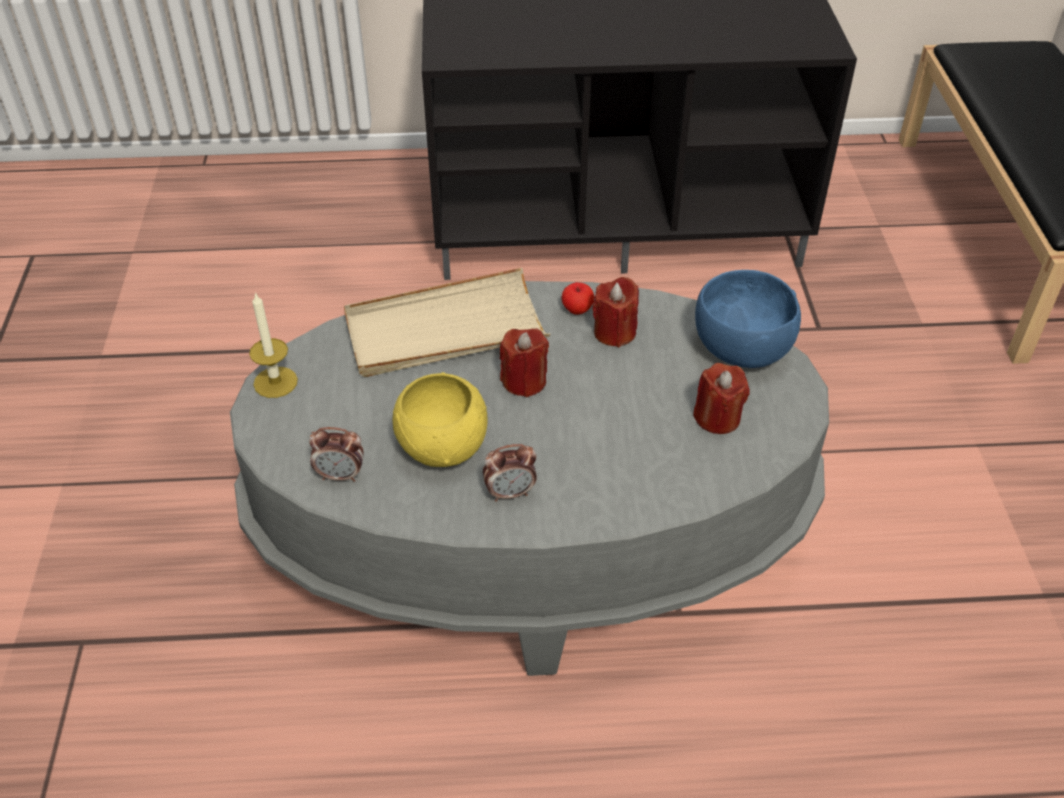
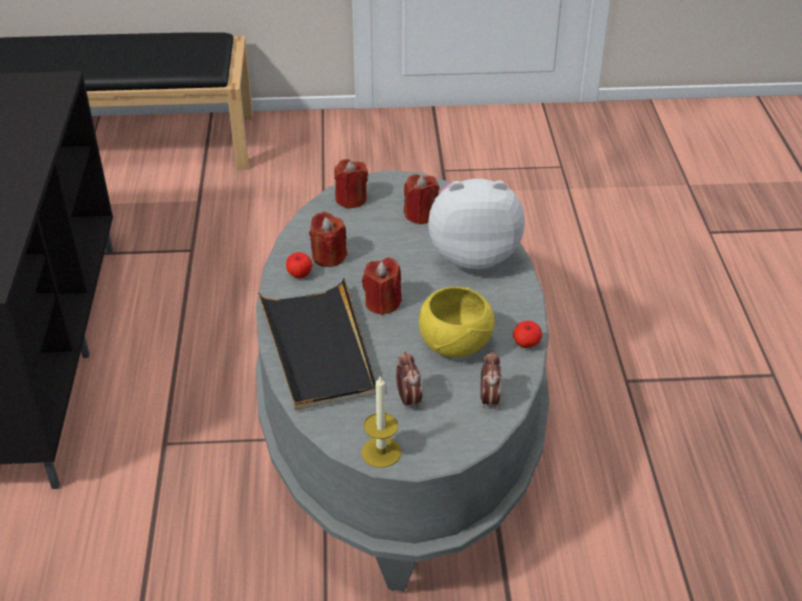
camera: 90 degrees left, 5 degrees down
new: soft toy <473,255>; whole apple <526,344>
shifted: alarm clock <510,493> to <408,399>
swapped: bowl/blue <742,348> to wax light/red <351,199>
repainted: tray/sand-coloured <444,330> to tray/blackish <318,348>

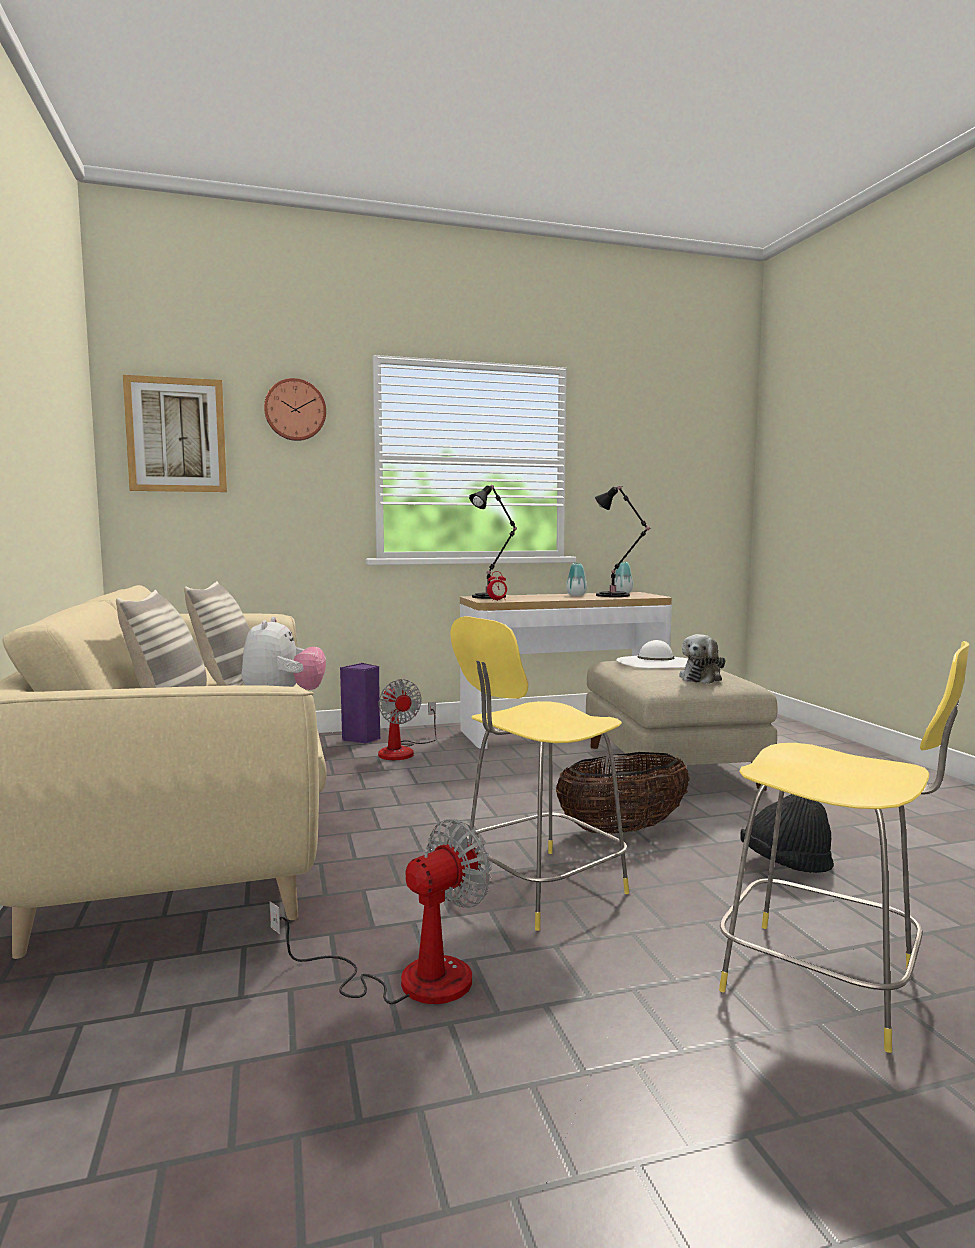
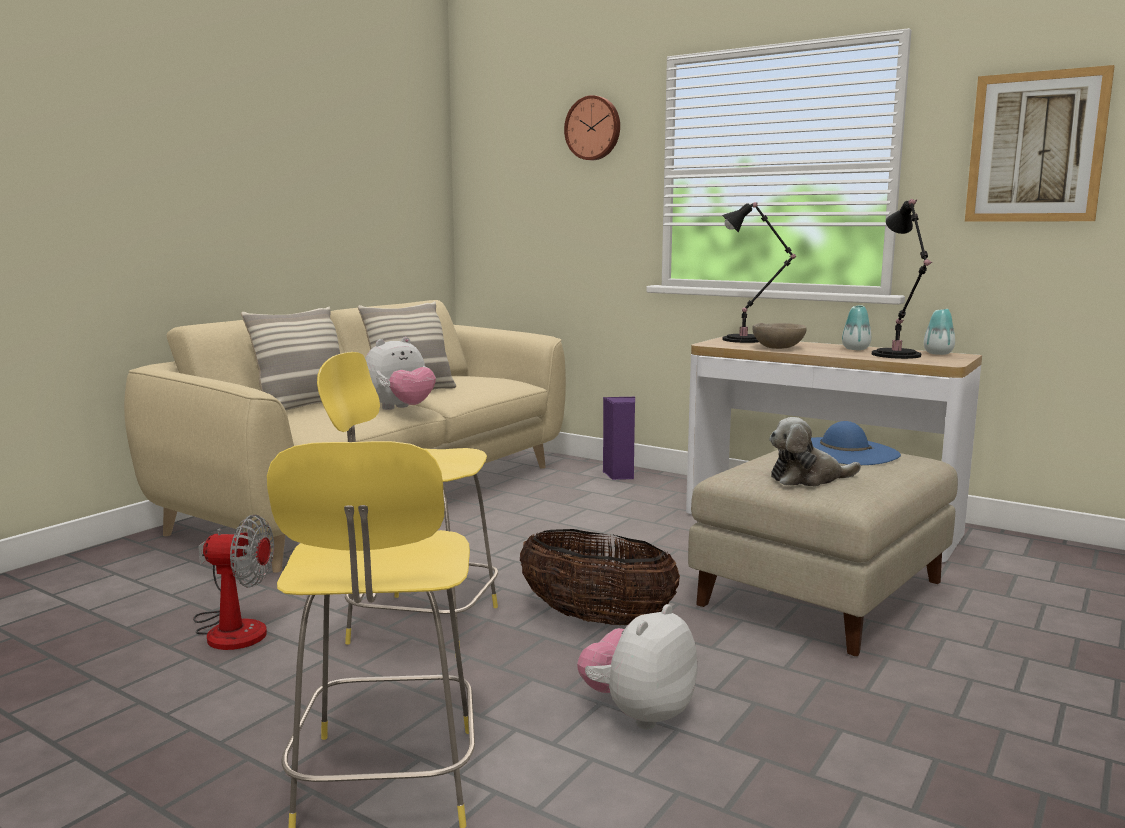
camera: 50 degrees right, 5 degrees up
gone: cooling fan <403,751>; alarm clock <497,600>
new: bowl/sand-coloured <778,348>
shifted: wall picture <176,435> to <1036,147>
swapped: hat/blackish <785,865> to soft toy <638,713>
repainted: hat/whitish <655,662> to hat/blue <843,451>

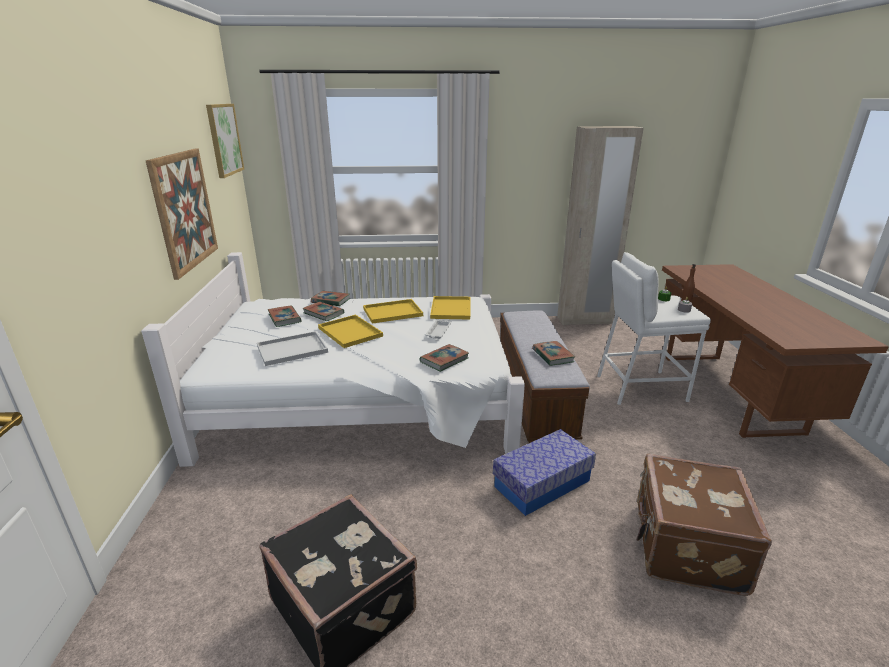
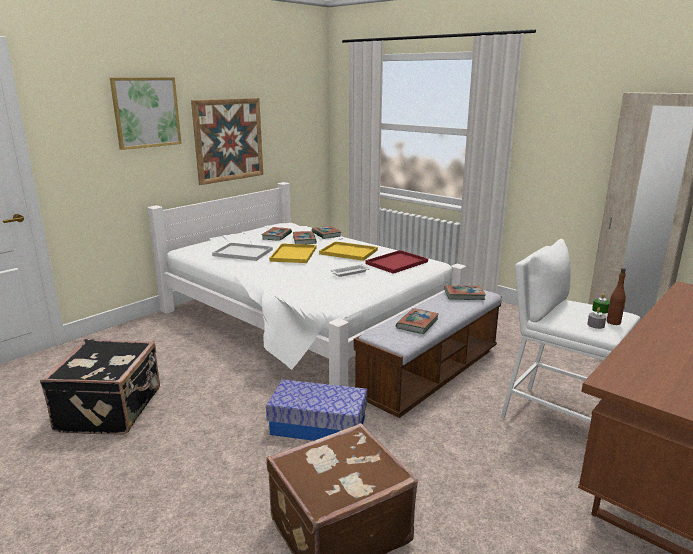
camera: 45 degrees right, 5 degrees down
shifted: wall picture <224,139> to <146,112>; bound book <444,360> to <464,295>
repainted: tray/yellowish <450,308> to tray/red <397,262>

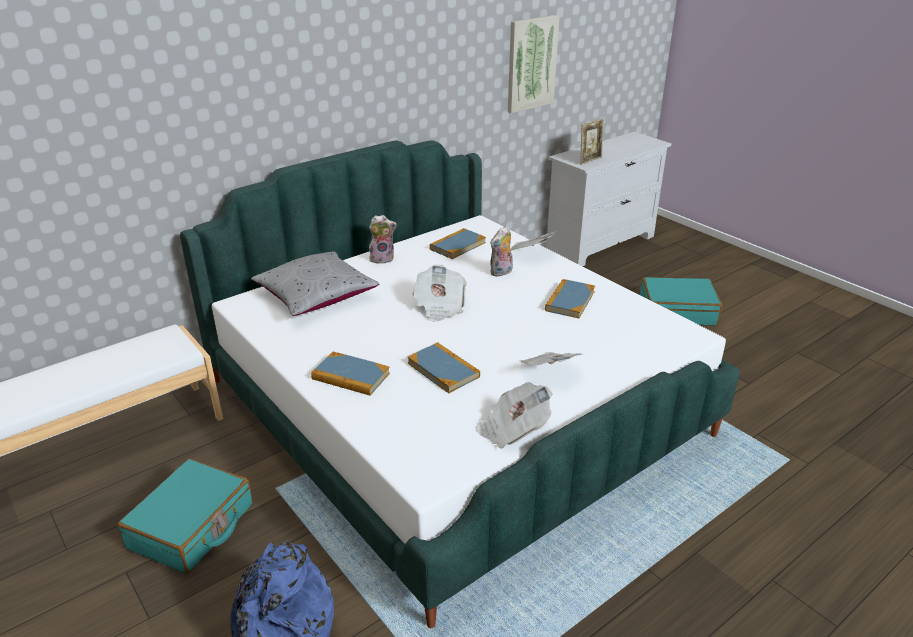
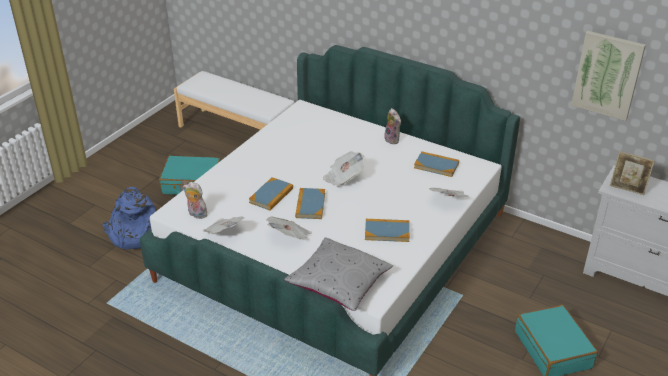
camera: 70 degrees right, 5 degrees up
shifted: throw pillow/greyish <316,296> to <339,283>; bound book <351,376> to <310,205>; soft toy <501,272> to <196,214>

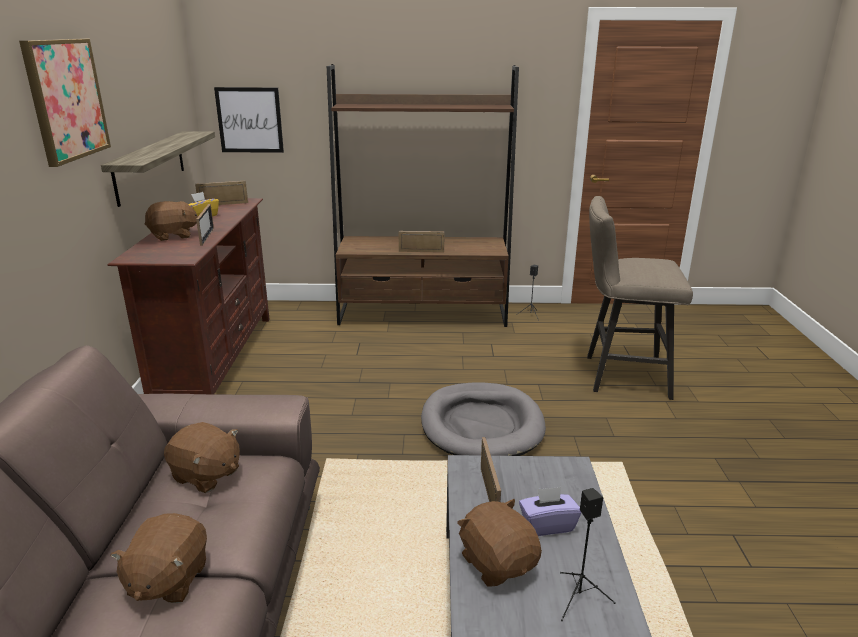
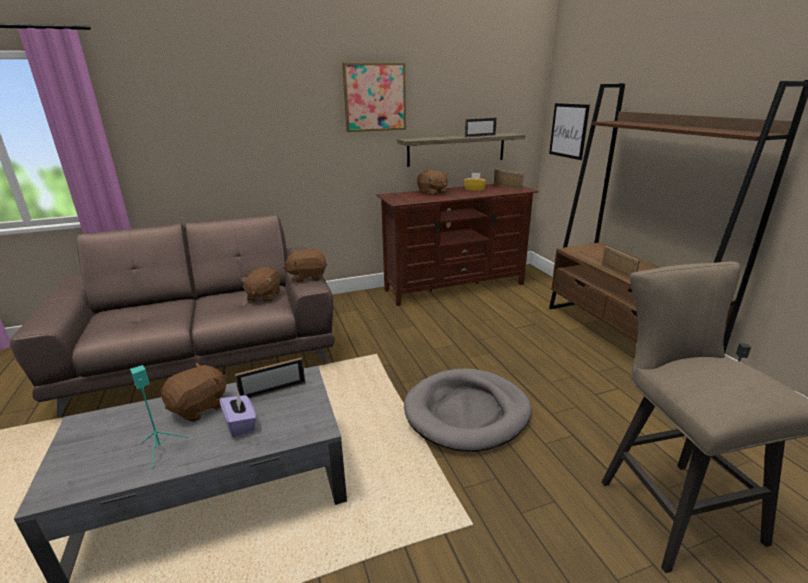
camera: 70 degrees right, 0 degrees up
shifted: soft toy/brown-coloured <168,580> to <307,277>; picture frame <207,237> to <480,136>
repainted: audio speaker/blackish <579,598> to audio speaker/turquoise-coloured <161,450>

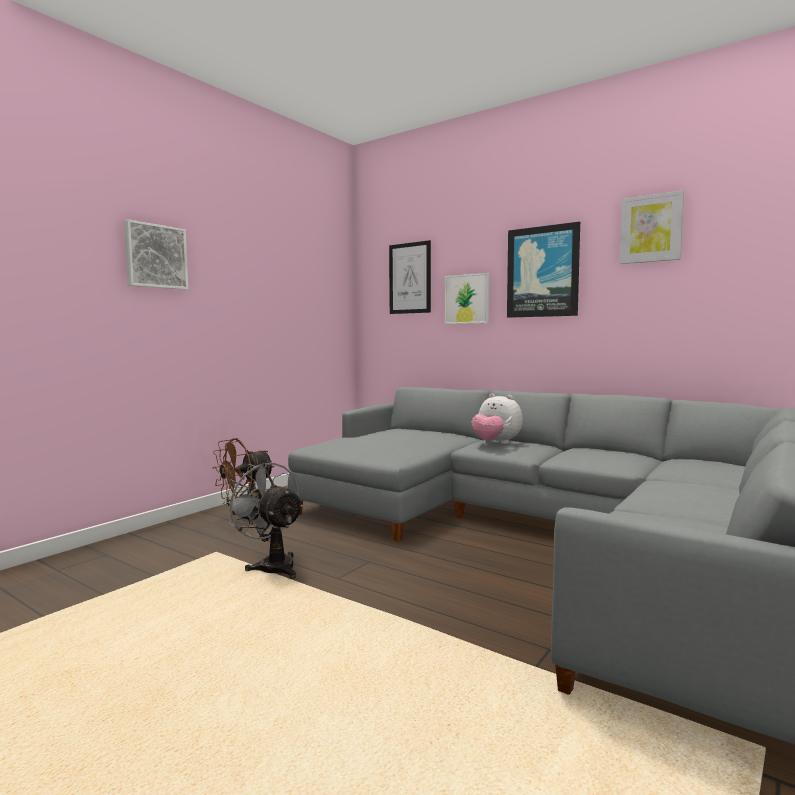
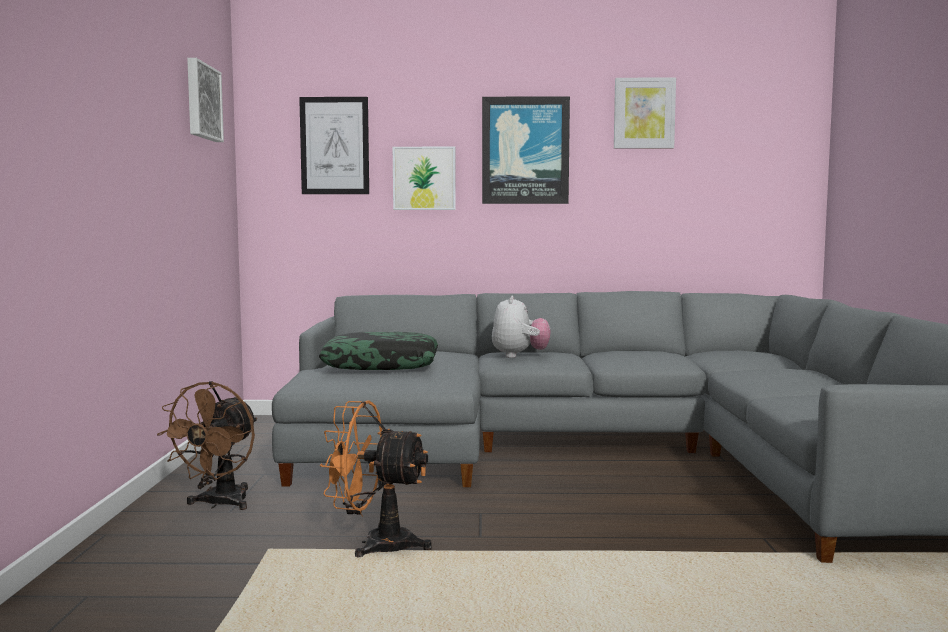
camera: 35 degrees left, 0 degrees up
new: throw pillow <380,365>
shifted: wall picture <155,256> to <202,102>
repainted: cooling fan/greyish <272,565> to cooling fan/orange-coloured <376,544>
rotated: soft toy <496,443> = <519,356> 90 degrees counterclockwise

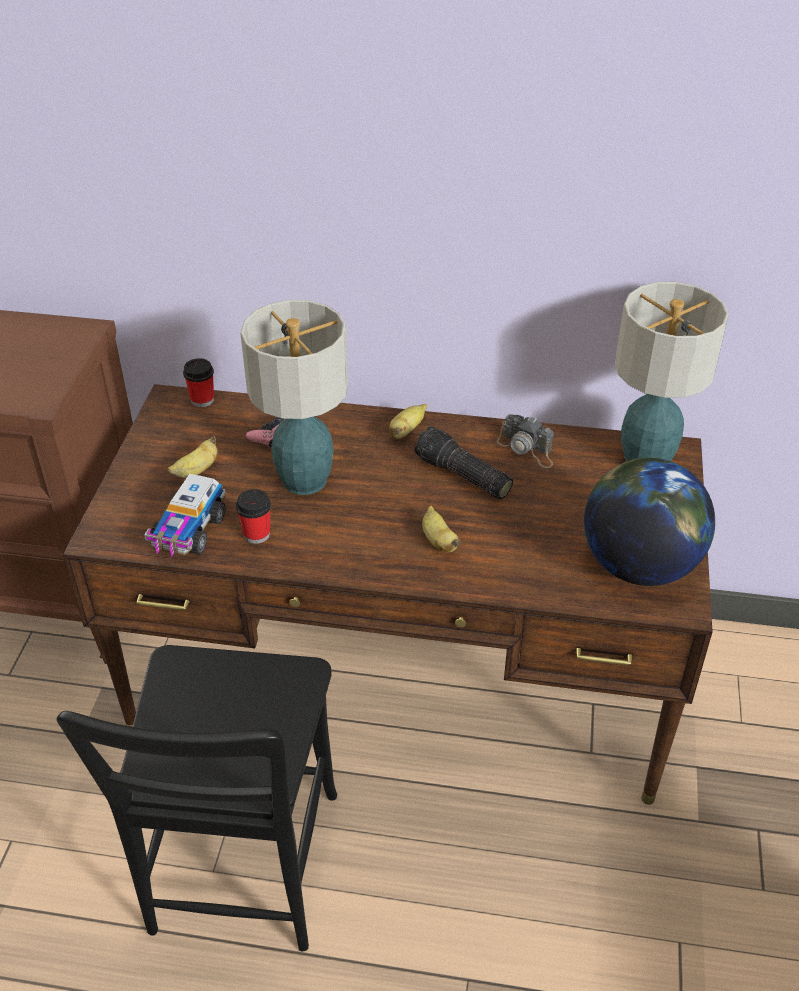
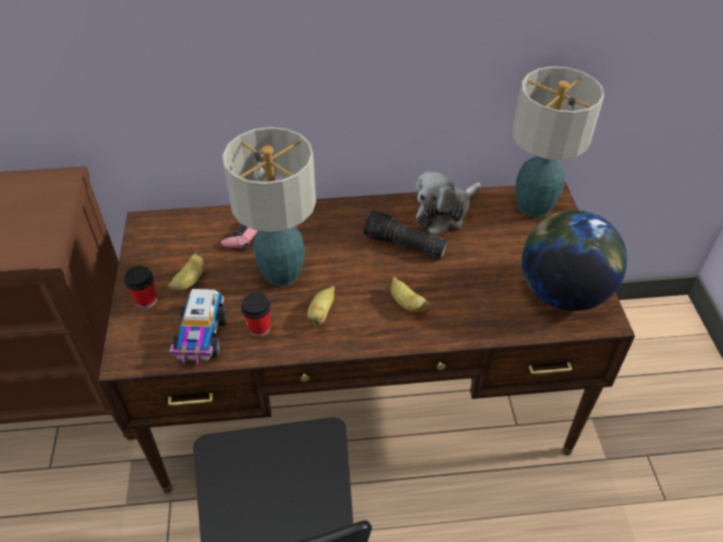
camera: 15 degrees left, 5 degrees up
shifted: small cup <202,400> to <146,300>; banana <407,430> to <321,313>
swapped: still camera <527,449> to soft toy <444,213>

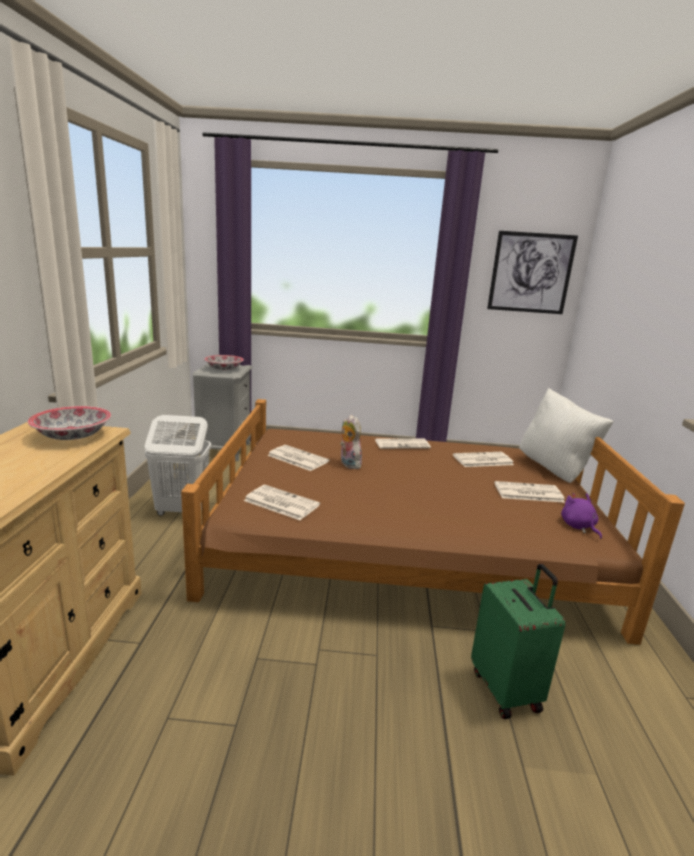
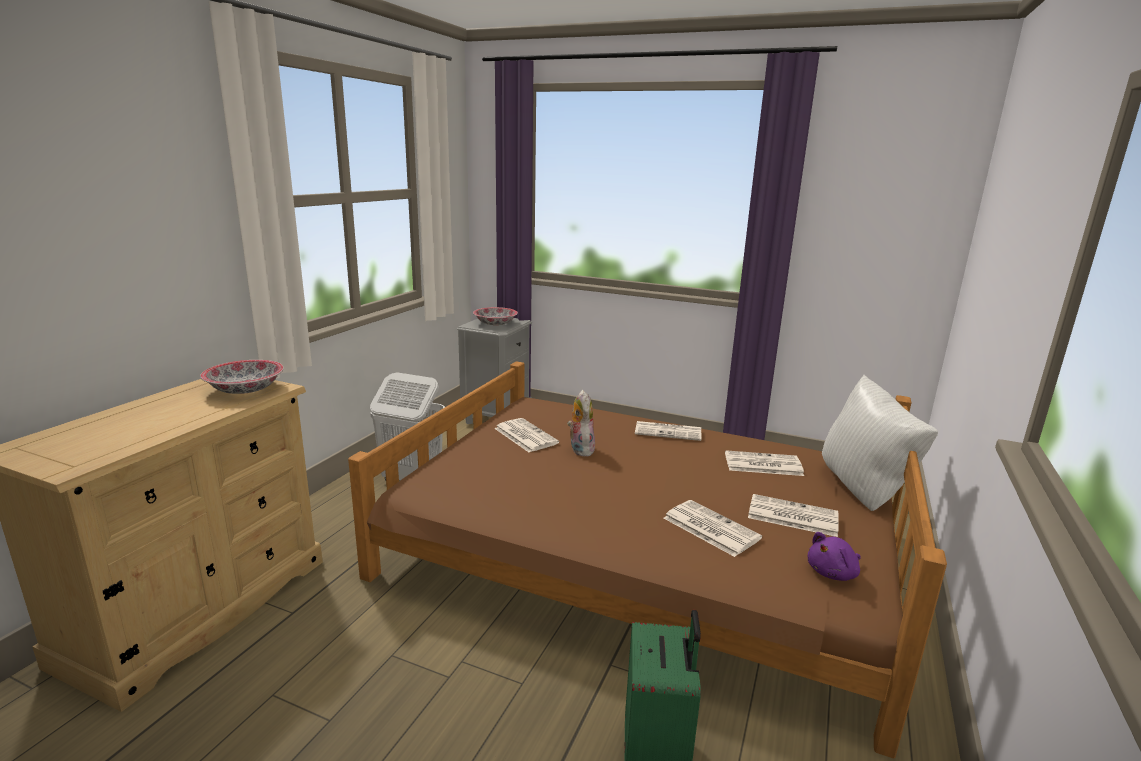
camera: 20 degrees right, 0 degrees up
gone: wall picture <531,273>
shifted: daily paper <280,503> to <709,528>
rotated: soft toy/purple-coloured <578,526> = <833,573> 120 degrees counterclockwise

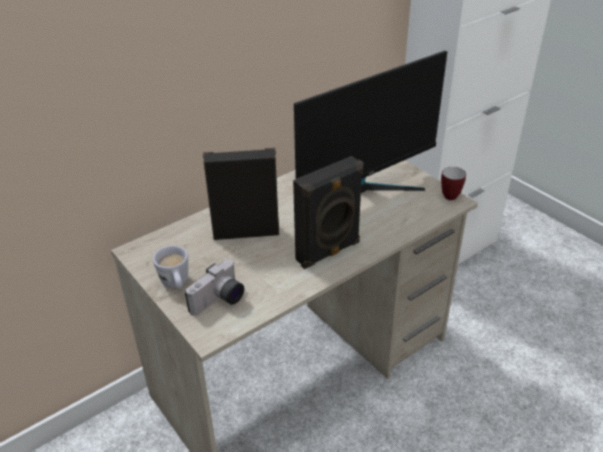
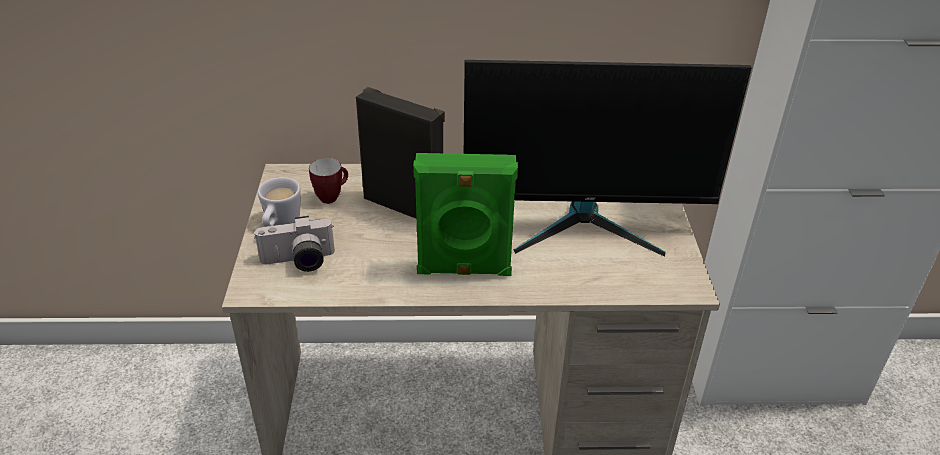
camera: 35 degrees right, 0 degrees up
shifted: coffee mug <449,195> to <332,197>
repainted: audio speaker/blackish <329,252> to audio speaker/green <464,270>

